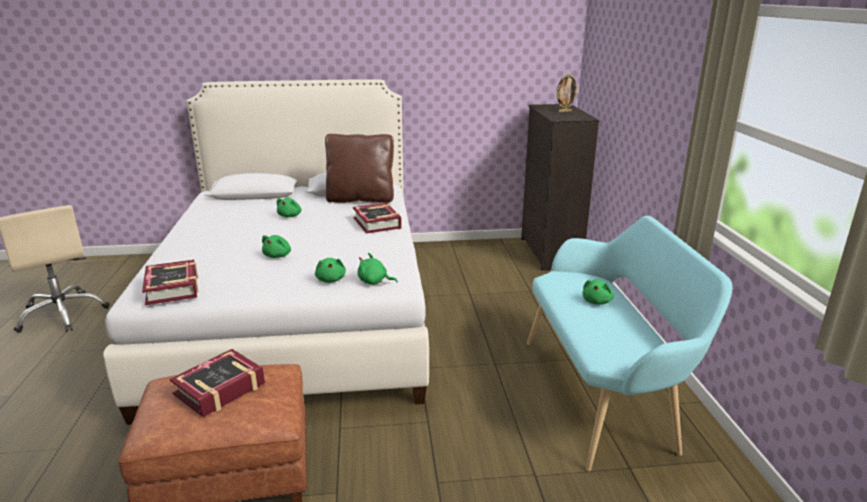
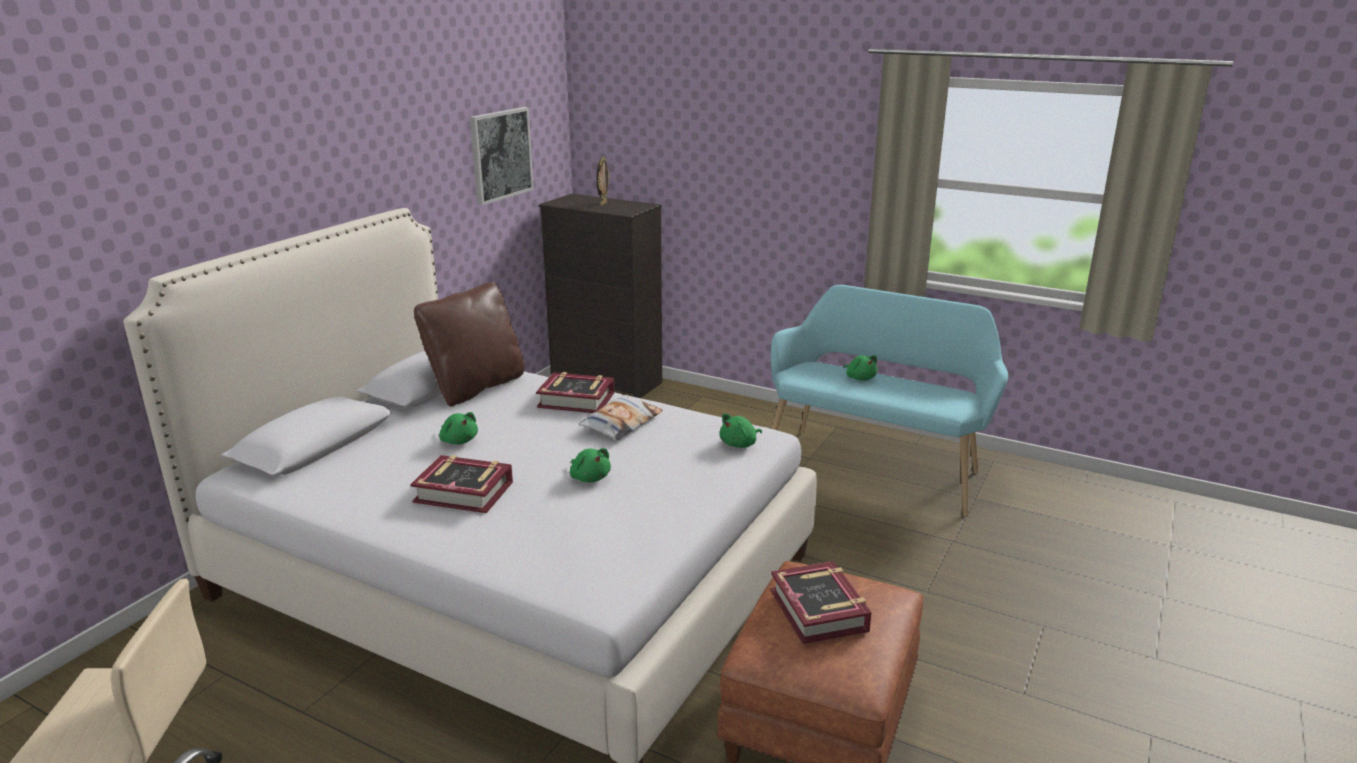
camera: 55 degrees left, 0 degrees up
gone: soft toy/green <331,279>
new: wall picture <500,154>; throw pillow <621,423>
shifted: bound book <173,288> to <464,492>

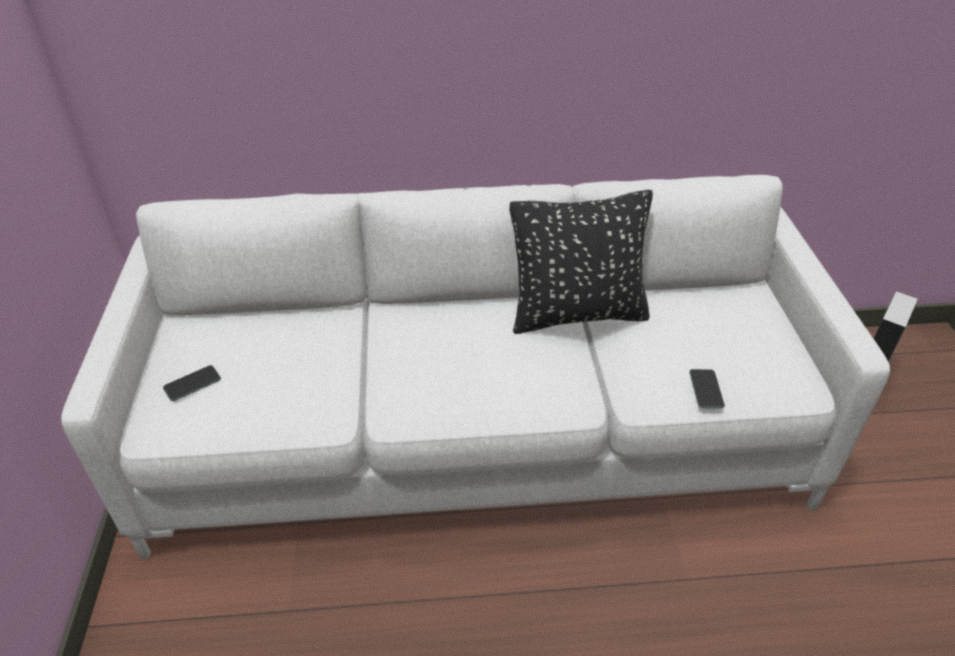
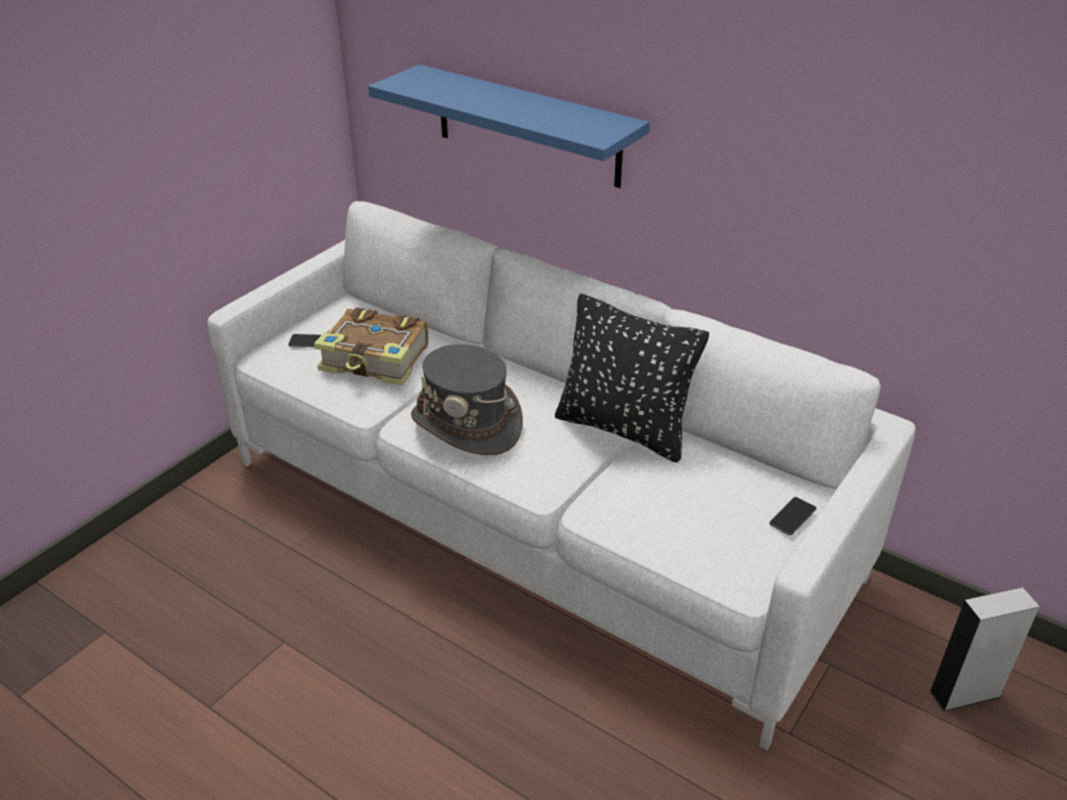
camera: 40 degrees right, 5 degrees down
new: bound book <376,360>; wall shelf/blue <527,126>; hat/greyish <467,424>
shifted: phone <706,389> to <792,516>

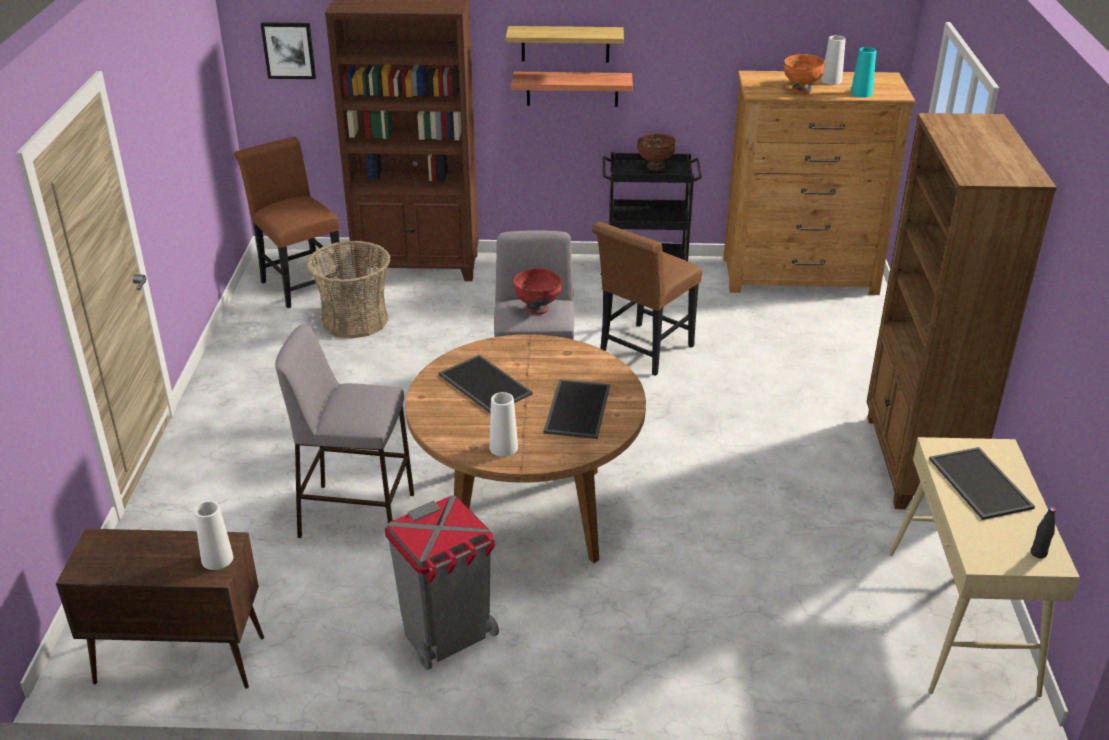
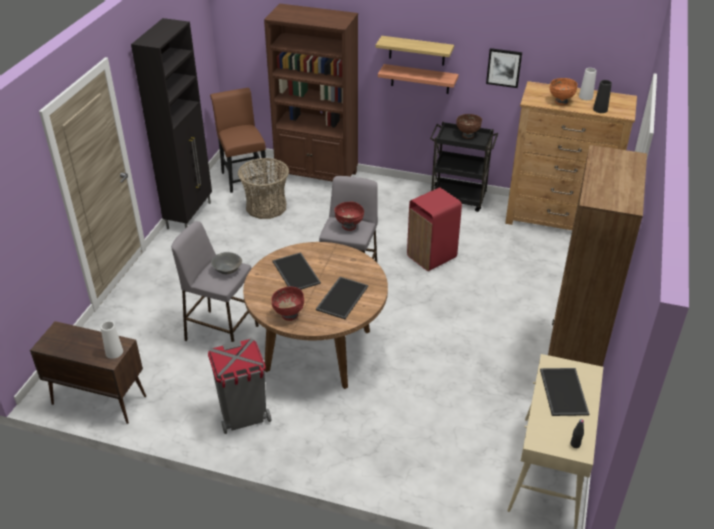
camera: 15 degrees right, 5 degrees up
new: cabinet/blackish <190,215>; bowl/greyish <227,270>
shifted: wall picture <289,50> to <504,67>
swapped: decorative vase/whitish <503,447> to bowl/red <289,315>; chair/brown-coloured <642,352> to rubbish bin/red <431,256>
repainted: decorative vase/turquoise-coloured <861,93> to decorative vase/blackish <600,109>

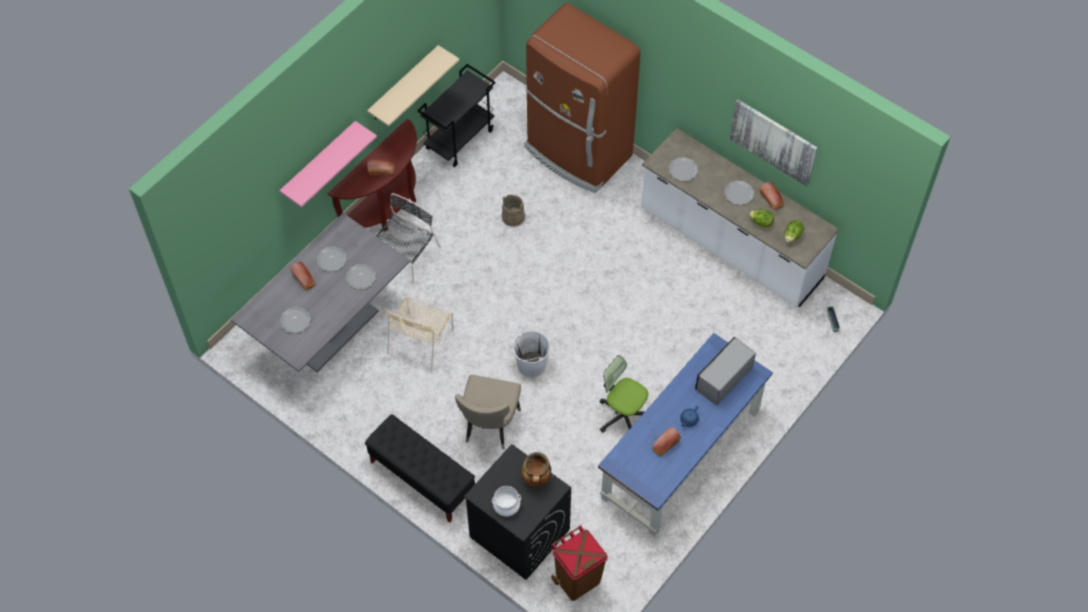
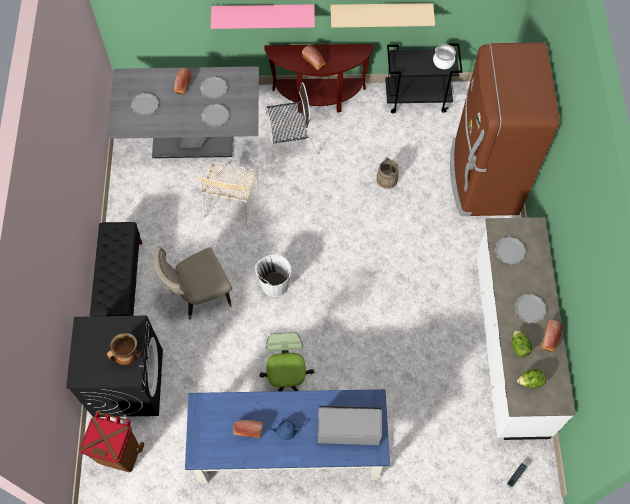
camera: 50 degrees right, 5 degrees up
gone: wall picture <773,141>
shifted: saucepot <506,505> to <443,62>
rotated: chair/sand-coloured <421,341> = <231,200> 60 degrees counterclockwise

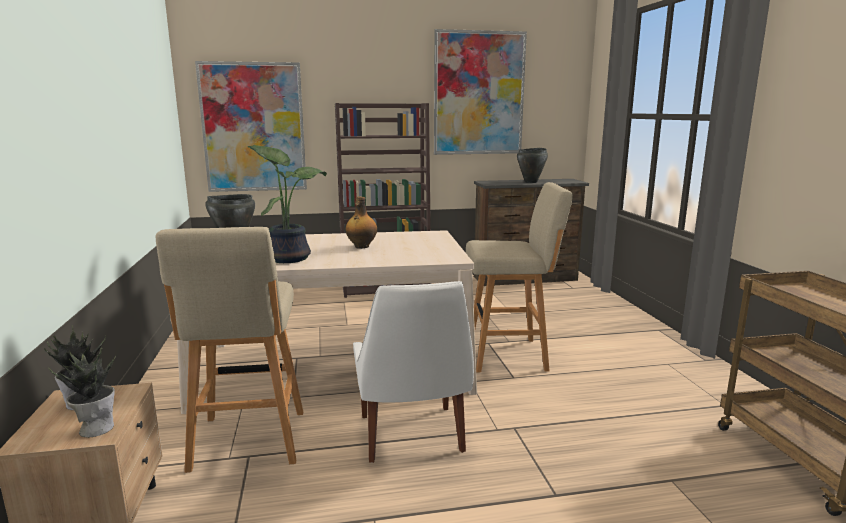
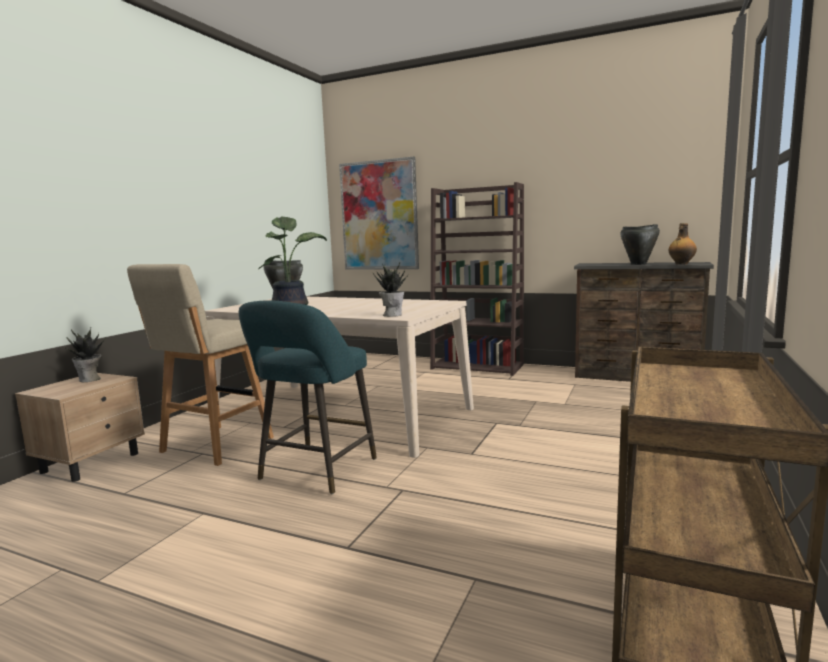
camera: 35 degrees right, 5 degrees down
gone: wall picture <479,94>; stool seat/sand-coloured <510,355>
shifted: houseplant <96,428> to <392,315>; bottle <361,247> to <681,264>
swapped: chair/whitish <412,436> to stool seat/turquoise-coloured <315,472>

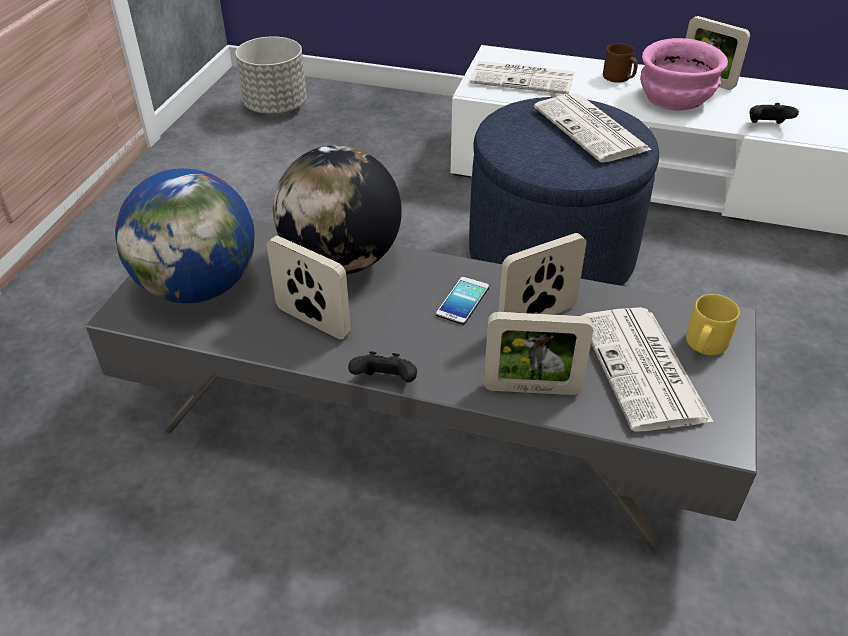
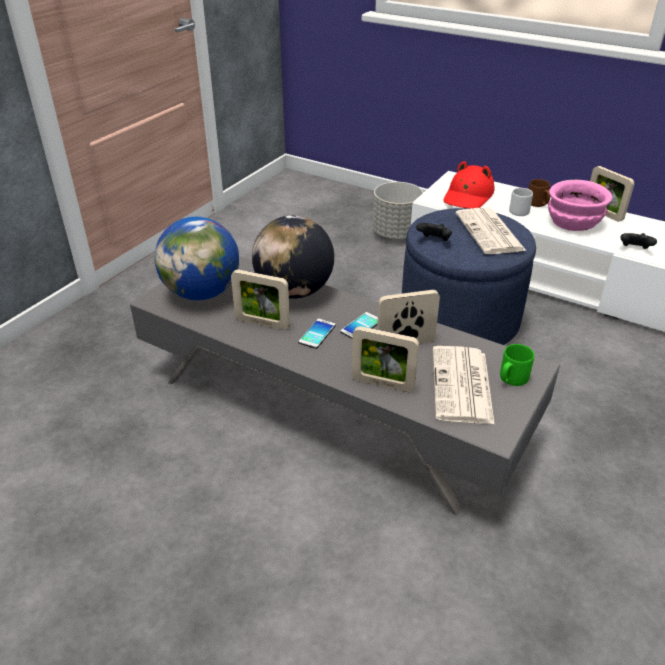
camera: 15 degrees right, 5 degrees down
new: phone <317,334>; coffee mug/greyish <517,210>
shifted: plant pot/greyish <276,107> to <396,233>; joypad/blackish <385,382> to <434,241>
swapped: daily paper <524,79> to hat/red <468,196>
repainted: coffee mug/yellowish <704,345> to coffee mug/green <511,378>
rotated: picture frame <313,322> = <262,323> 150 degrees clockwise

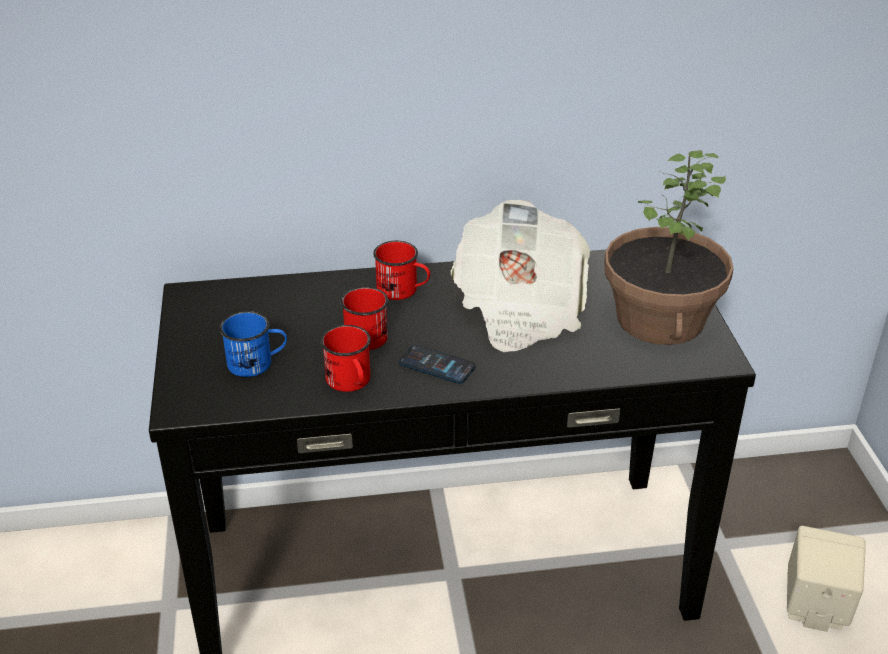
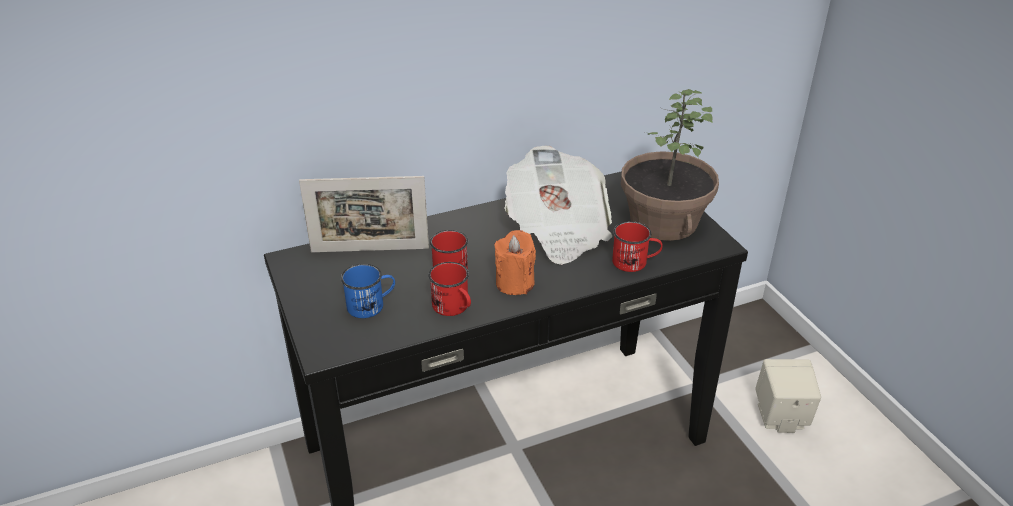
camera: 15 degrees left, 0 degrees up
new: picture frame <370,250>
shifted: coffee mug/red <403,290> to <635,262>
swapped: phone <436,365> to wax light/orange-coloured <515,283>

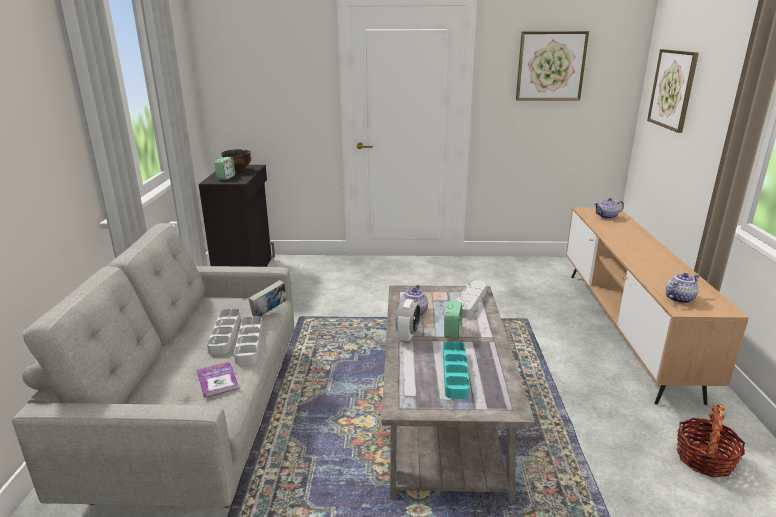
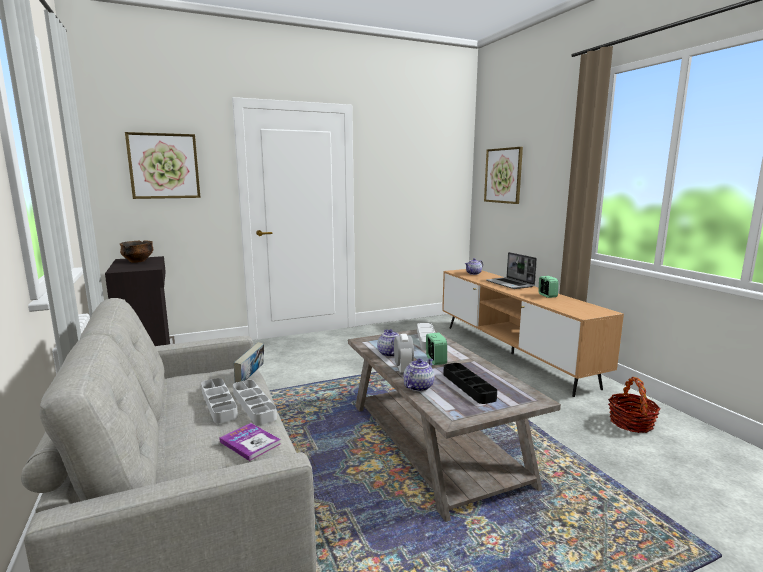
camera: 25 degrees left, 10 degrees down
new: notebook computer <510,284>
shifted: alarm clock <226,177> to <547,295>; wall picture <550,66> to <164,166>; teapot <679,298> to <418,386>
repainted: tray/turquoise-coloured <455,372> to tray/blackish <468,386>

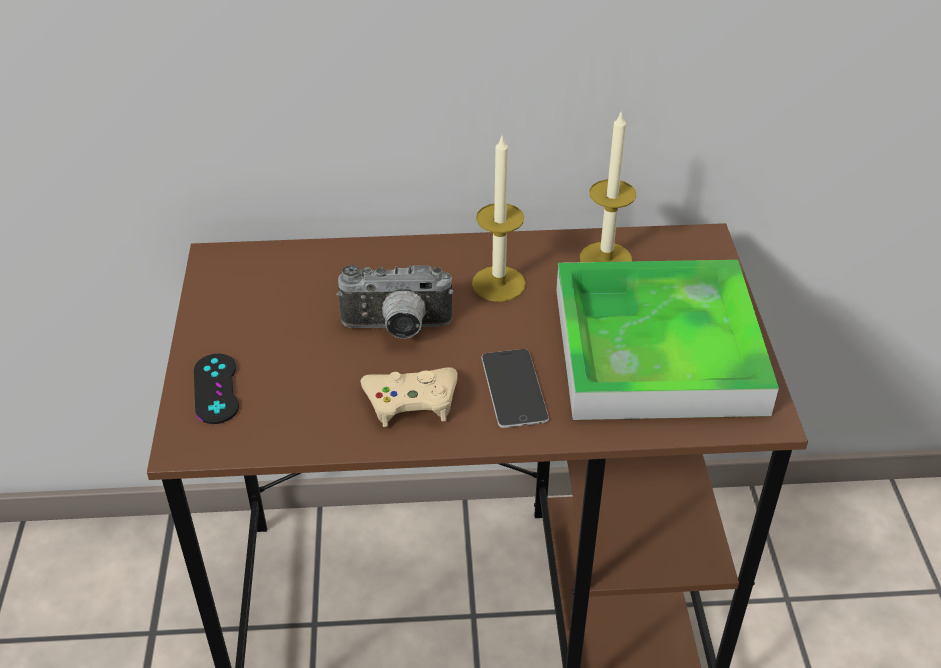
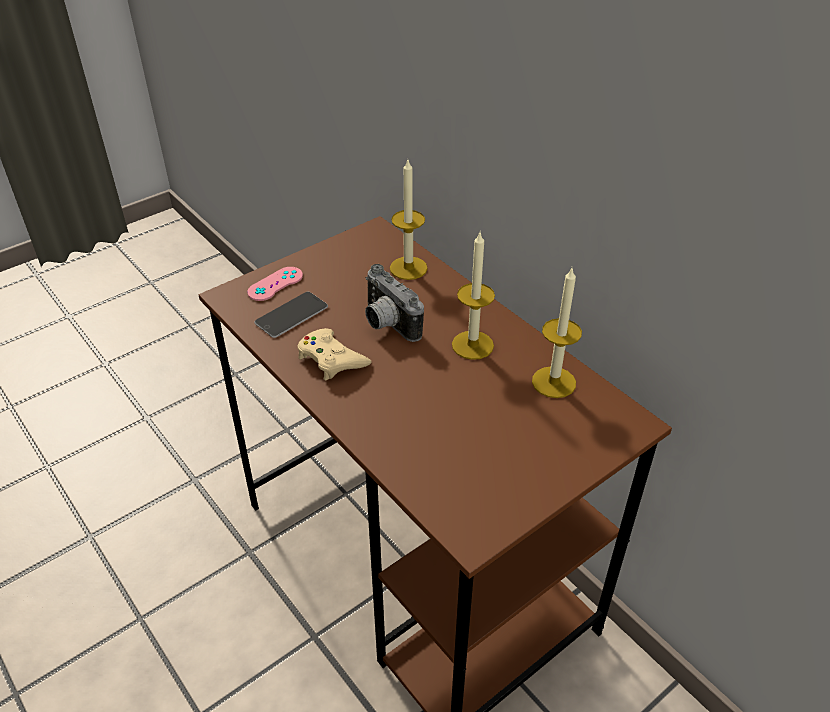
camera: 55 degrees right, 0 degrees up
gone: tray <657,349>
new: wax light <408,268>
shifted: phone <514,388> to <291,314>
repainted: joypad/blackish <216,389> to joypad/pink <275,284>

